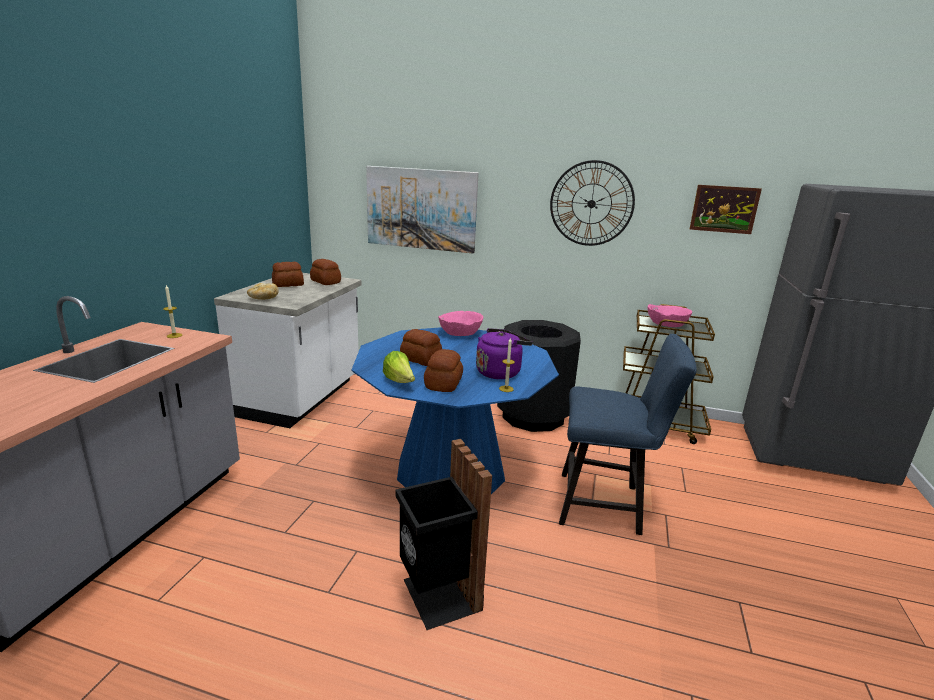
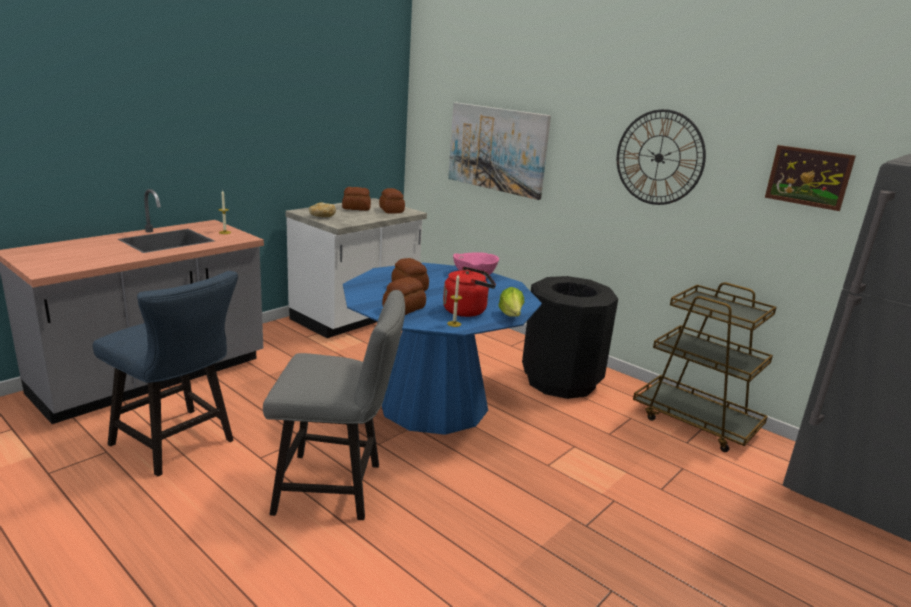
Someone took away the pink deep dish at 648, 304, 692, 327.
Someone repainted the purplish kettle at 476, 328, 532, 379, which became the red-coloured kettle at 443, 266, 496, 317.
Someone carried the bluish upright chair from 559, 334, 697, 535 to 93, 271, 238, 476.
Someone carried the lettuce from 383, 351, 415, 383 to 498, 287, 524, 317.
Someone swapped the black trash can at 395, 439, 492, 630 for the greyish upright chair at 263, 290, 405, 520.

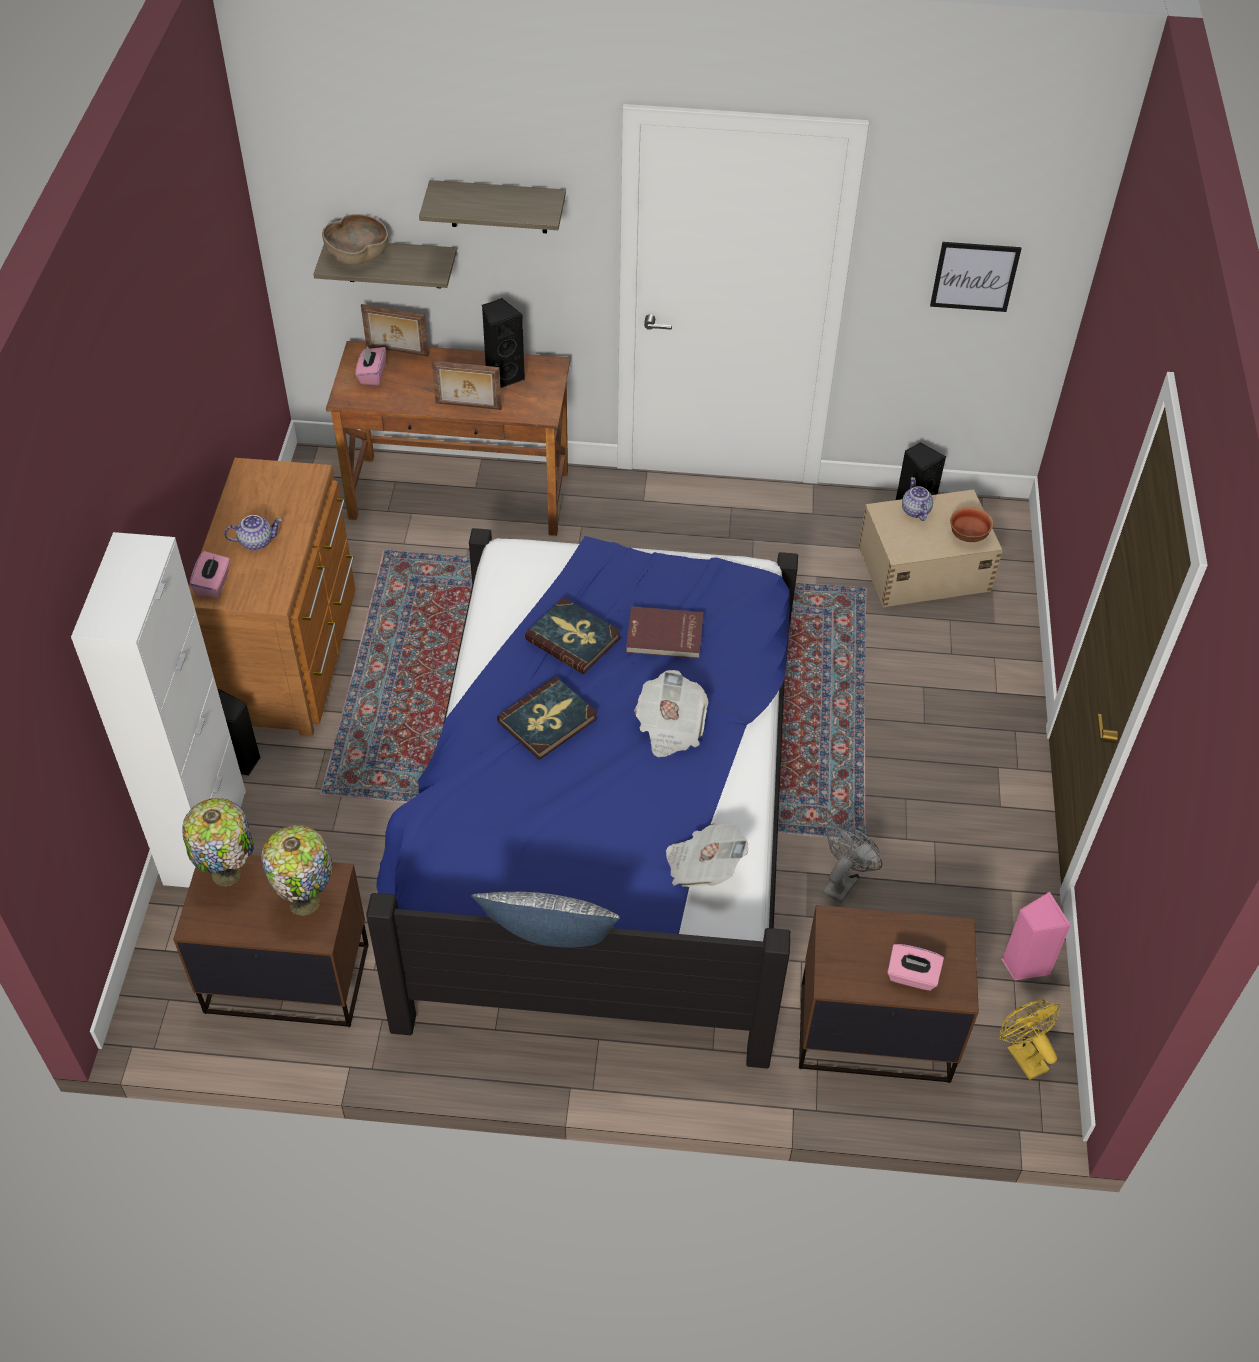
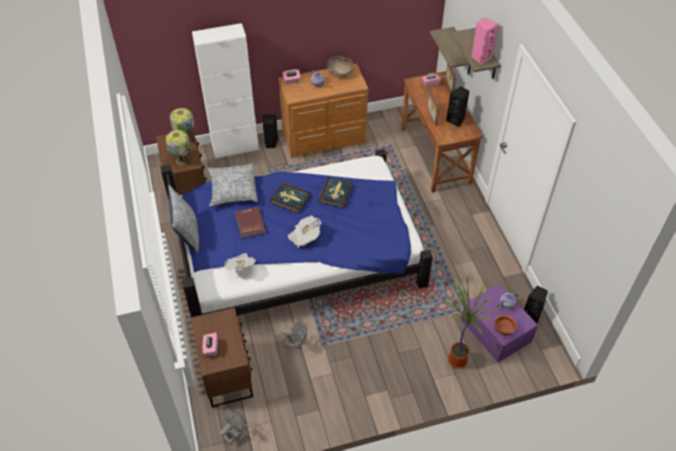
Someone carried the brown-coloured deep dish from 322, 214, 388, 265 to 327, 56, 353, 78.
Someone took away the picture at 930, 242, 1021, 312.
Someone repainted the sand-coloured storage container at 858, 489, 1003, 607, which became the purplish storage container at 461, 284, 538, 363.
Someone carried the red-coloured volume from 626, 606, 703, 658 to 235, 207, 266, 238.
Someone carried the pink loudspeaker from 1002, 892, 1071, 980 to 471, 18, 499, 65.
Someone repainted the yellowish electric fan at 999, 1000, 1060, 1080, which became the greyish electric fan at 220, 409, 247, 444.
Someone put down the cushion at 208, 163, 258, 207.
Someone put down the houseplant at 445, 275, 502, 369.

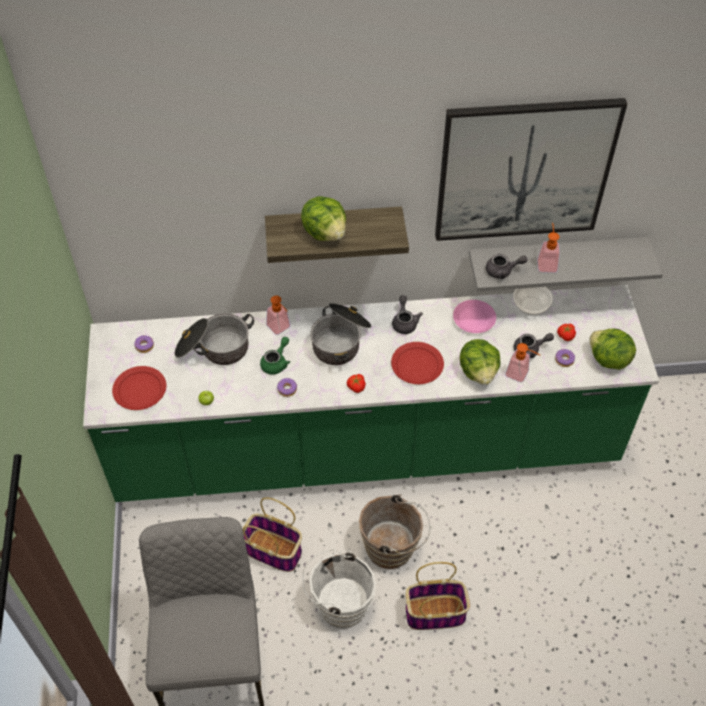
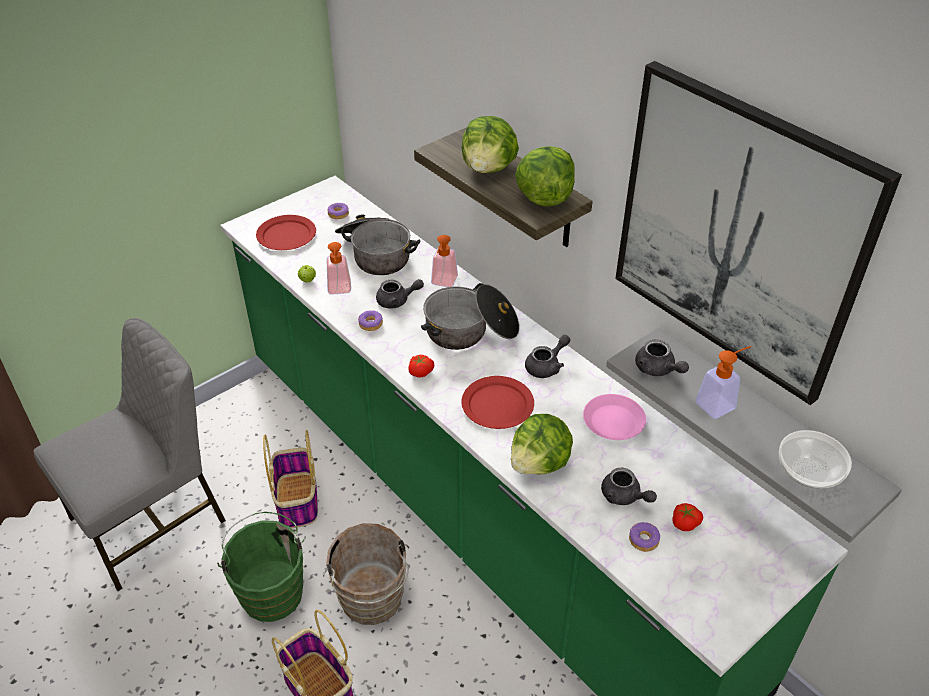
Someone carried the deep dish from 513, 287, 553, 315 to 779, 430, 852, 489.
Someone carried the lettuce from 589, 328, 636, 370 to 515, 146, 575, 206.
Someone repainted the green tea pot at 260, 337, 290, 375, which became the greyish tea pot at 376, 279, 424, 308.
Someone carried the liquid soap bottle from 505, 343, 540, 383 to 326, 242, 351, 295.
Someone repainted the white water bucket at 302, 549, 376, 629, which became the green water bucket at 217, 512, 306, 622.

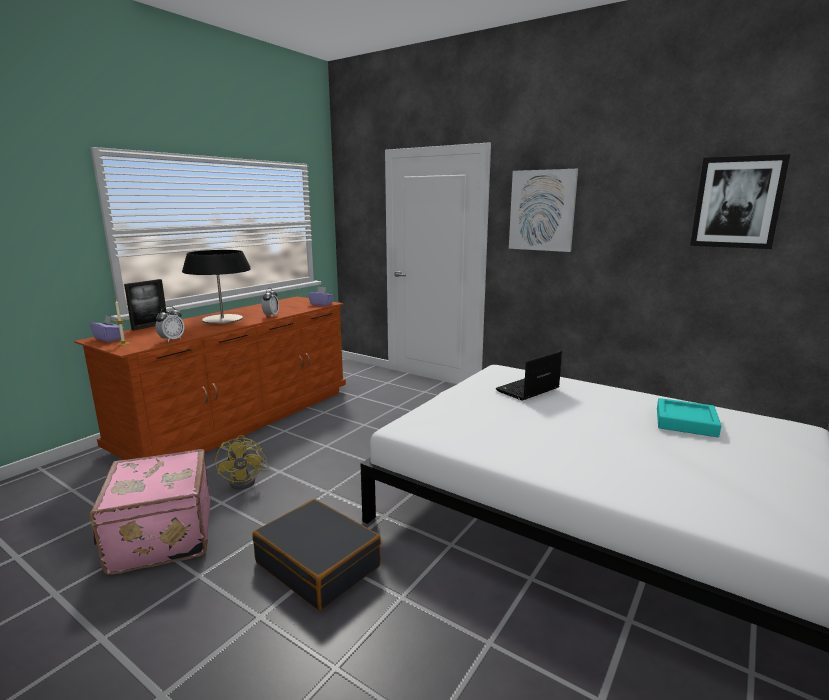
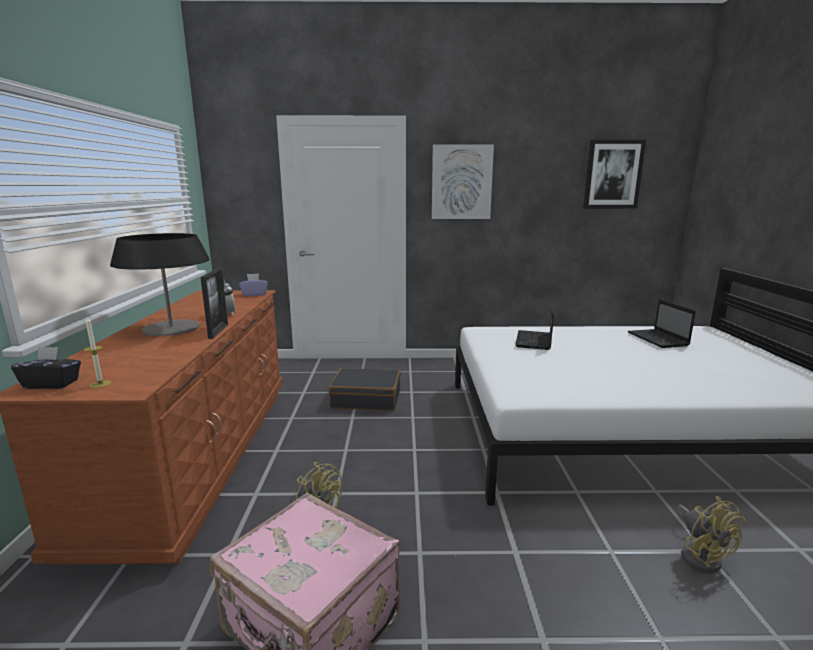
Someone carried the picture frame from 124, 279, 167, 331 to 200, 268, 228, 339.
Someone took away the table clock at 155, 306, 184, 342.
Someone repainted the purplish tissue holder at 90, 316, 124, 342, which became the black tissue holder at 11, 347, 81, 389.
Someone swapped the turquoise-coloured tray at 657, 398, 721, 437 for the portable computer at 628, 299, 696, 348.
Someone carried the black travel case from 252, 499, 381, 610 to 329, 368, 401, 410.
Someone put down the yellowish electric fan at 678, 496, 745, 573.

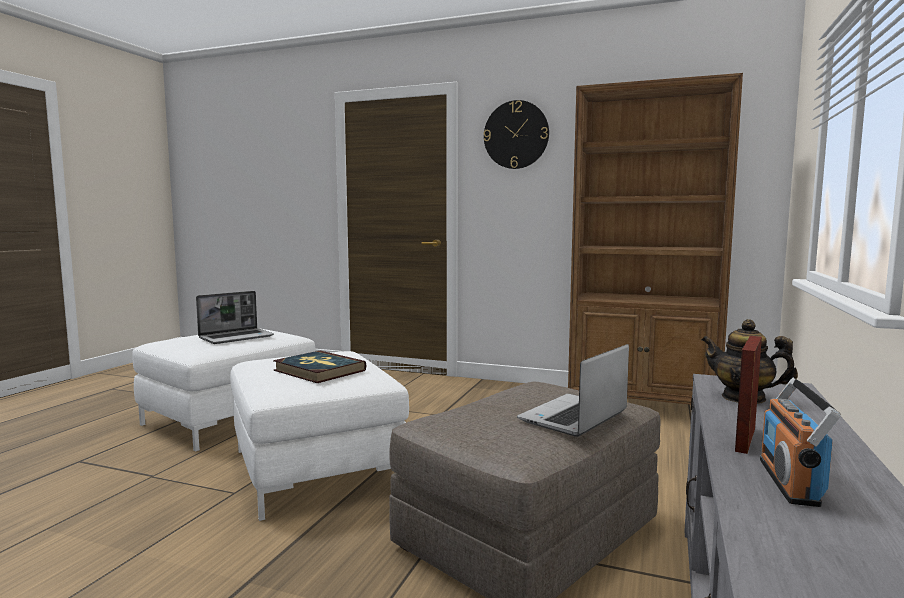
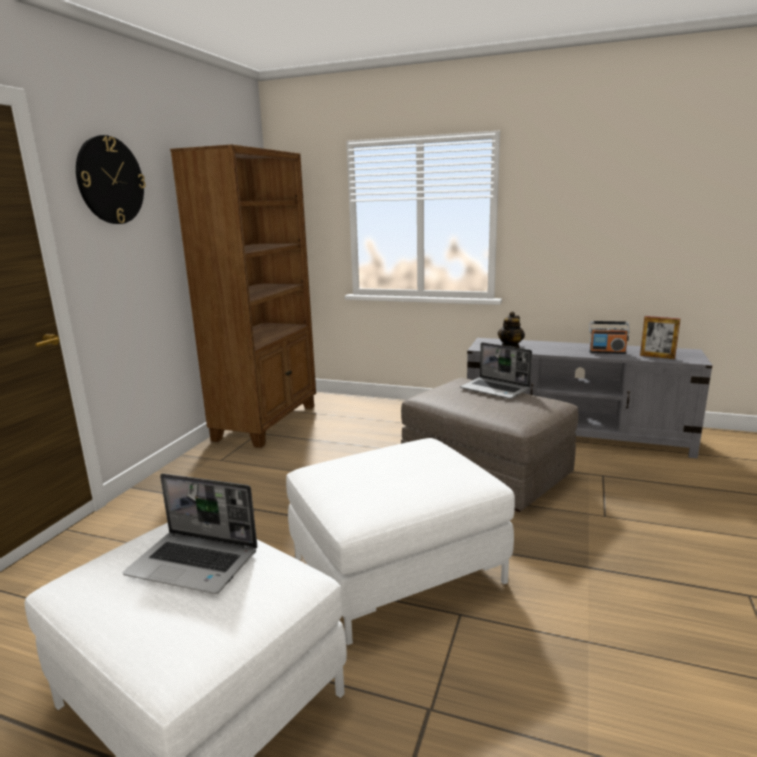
Someone rotated the portable computer at 196, 291, 274, 344 by 150 degrees clockwise.
Someone carried the picture frame from 735, 336, 762, 454 to 640, 316, 680, 359.
Someone took away the volume at 273, 351, 366, 383.

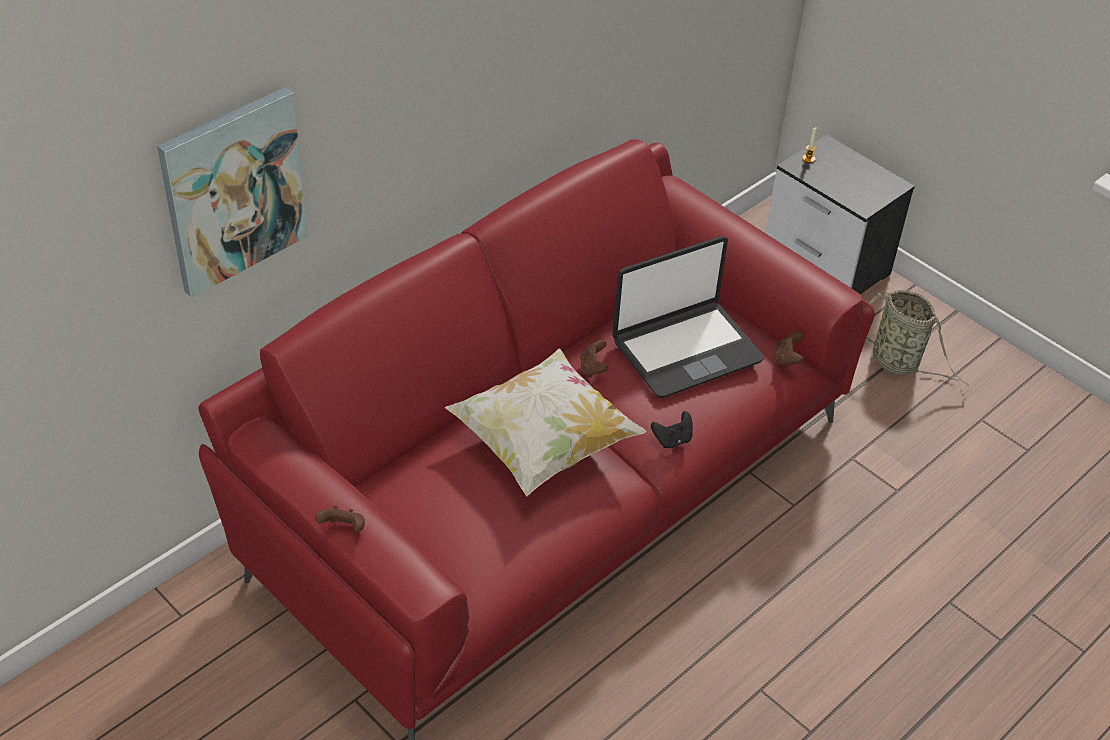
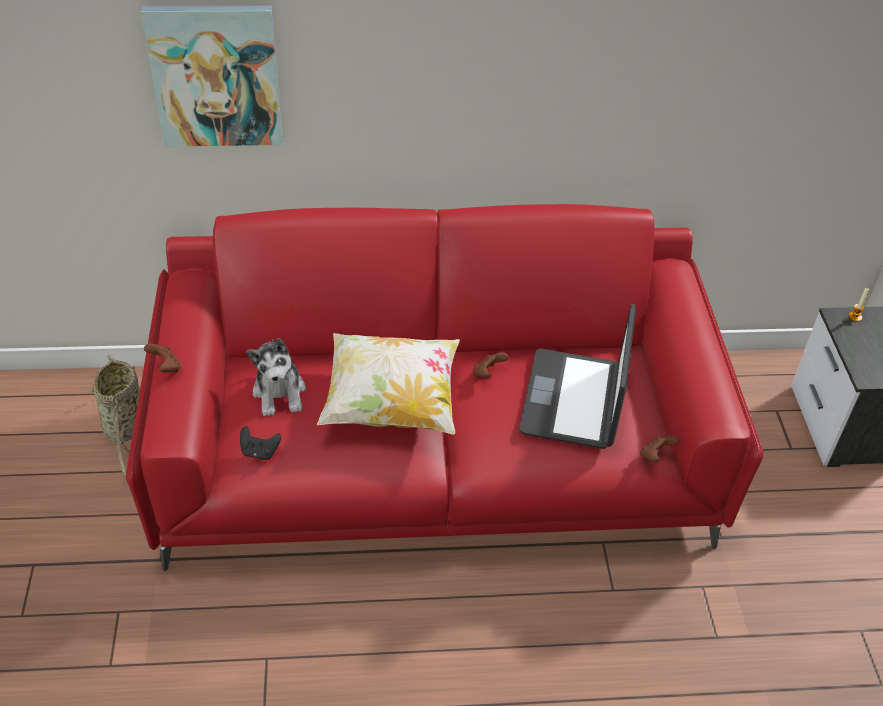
Someone rotated the portable computer at 612, 236, 764, 398 by 90 degrees clockwise.
Someone carried the household basket from 866, 290, 969, 386 to 88, 355, 140, 477.
Someone carried the black gamepad from 651, 411, 693, 448 to 240, 426, 281, 460.
Someone put down the cuddly toy at 246, 338, 306, 417.

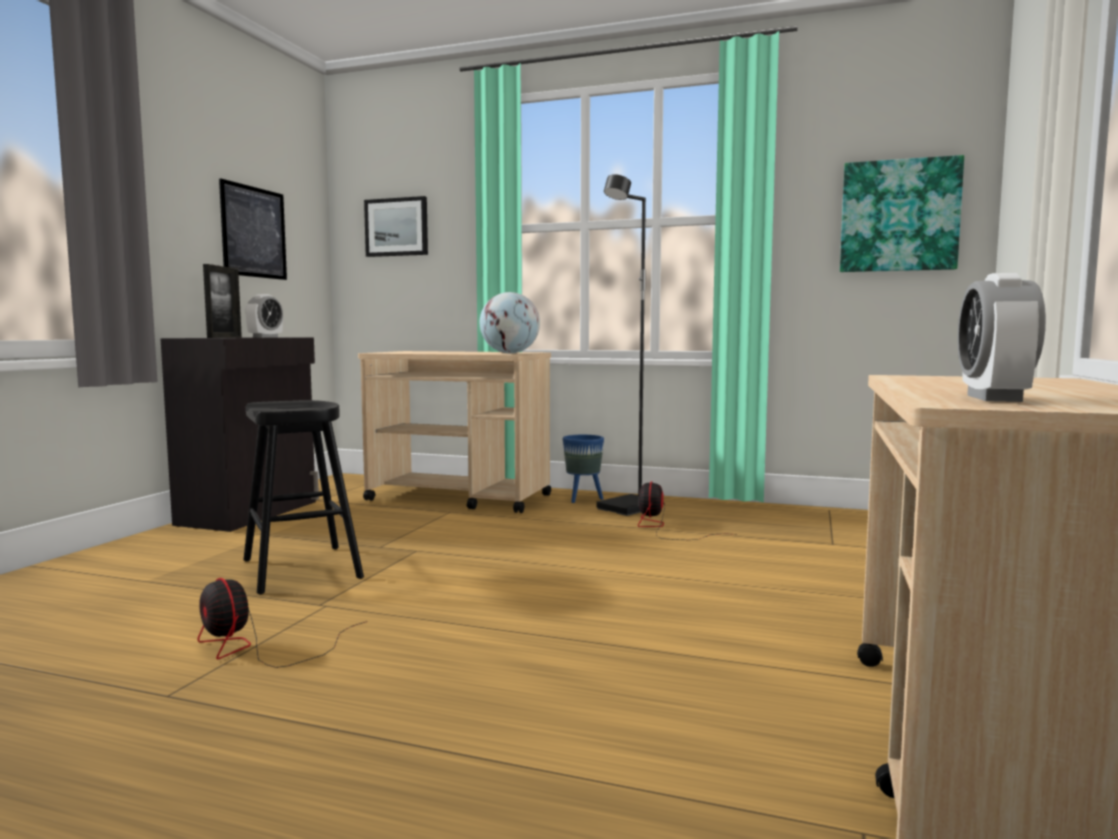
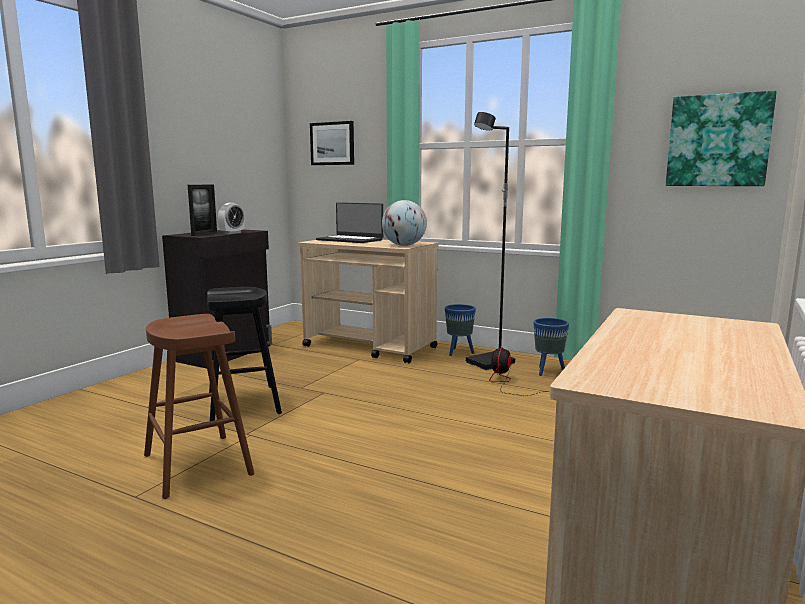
Someone took away the picture at 219, 179, 287, 280.
Someone took away the table clock at 958, 273, 1046, 402.
Someone swapped the electric fan at 198, 578, 367, 668 for the brown-coloured stool seat at 144, 314, 254, 499.
Someone put down the portable computer at 316, 202, 383, 243.
Someone put down the bluish plant pot at 533, 318, 569, 376.

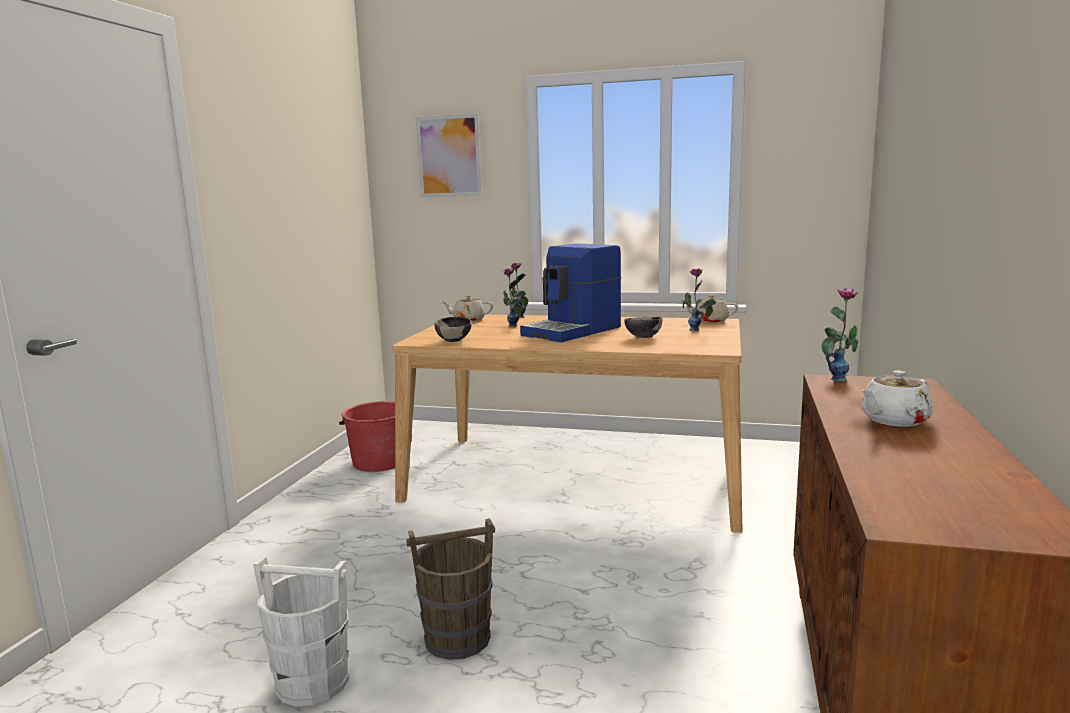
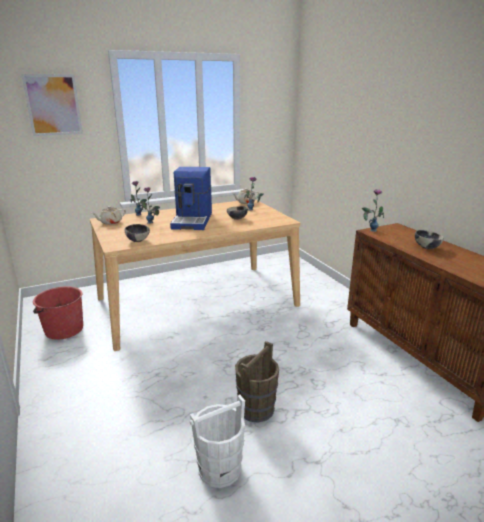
Someone swapped the white tea pot at 861, 371, 933, 427 for the deep dish at 415, 230, 444, 249.

